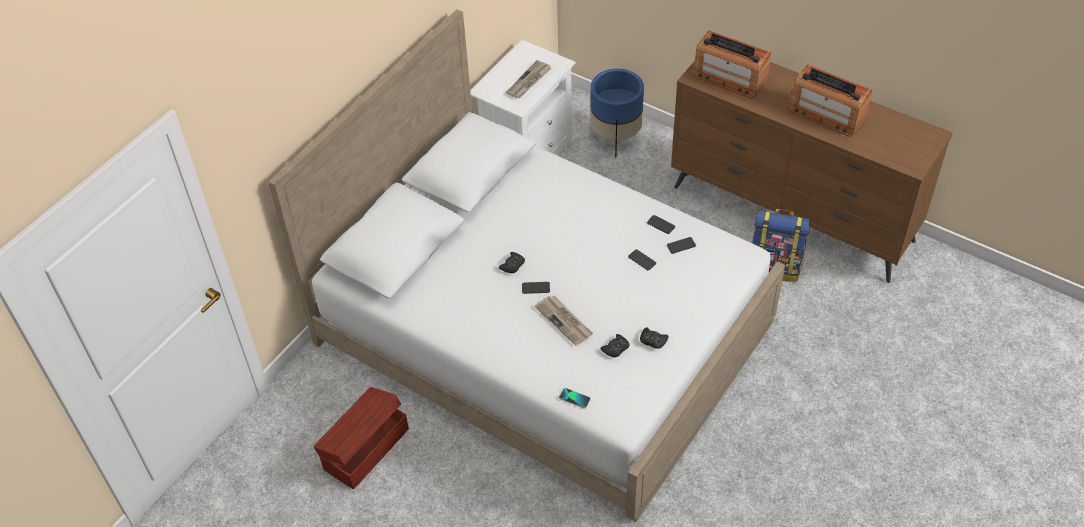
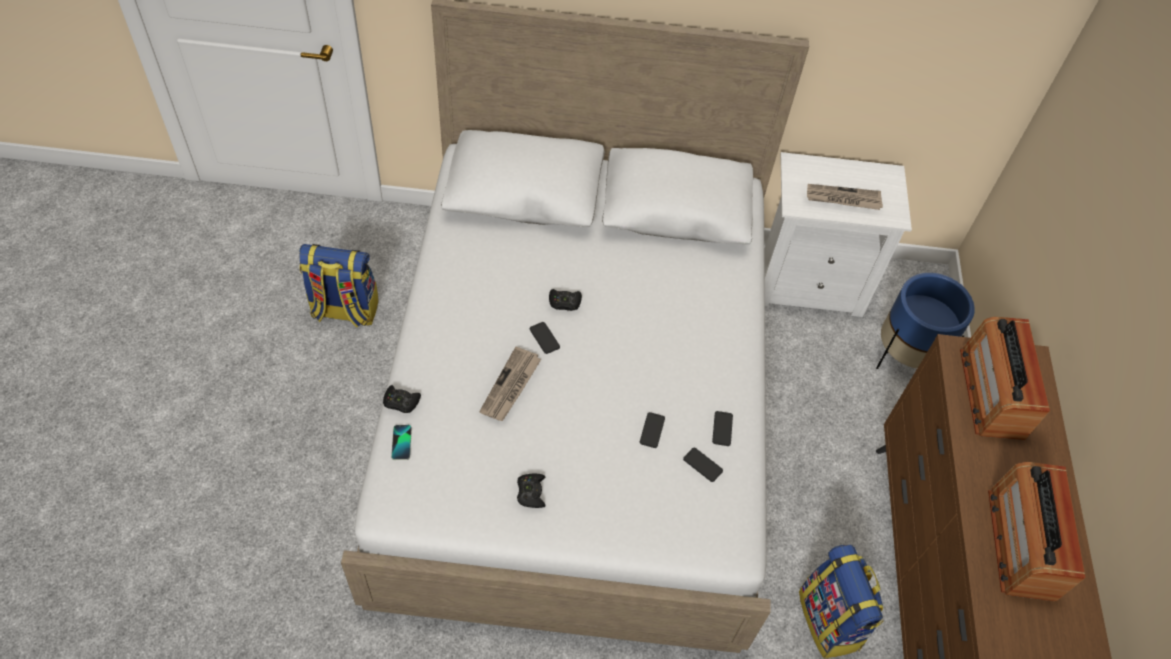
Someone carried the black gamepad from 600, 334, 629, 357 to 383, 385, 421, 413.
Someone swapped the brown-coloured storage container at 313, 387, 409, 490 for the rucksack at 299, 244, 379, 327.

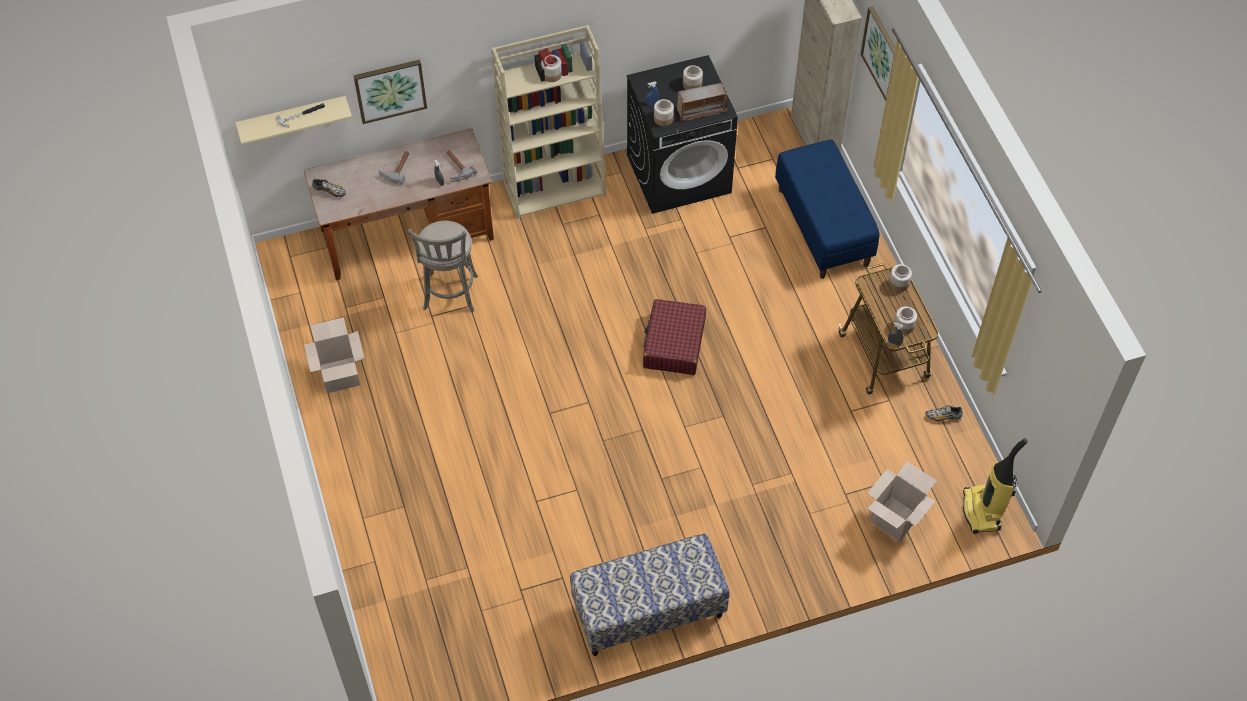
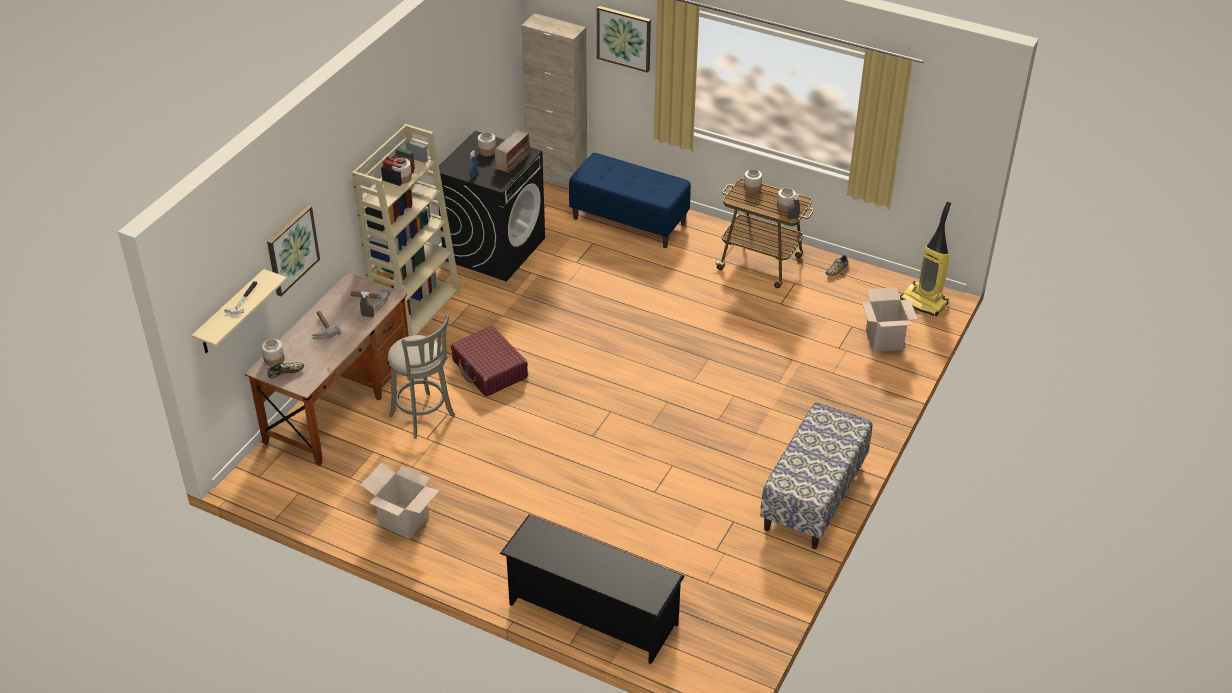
Someone carried the storage jar from 654, 99, 674, 126 to 262, 339, 285, 366.
Someone carried the red-coloured travel case from 643, 299, 706, 375 to 451, 326, 528, 397.
Someone put down the black shoe shelf at 500, 515, 685, 664.

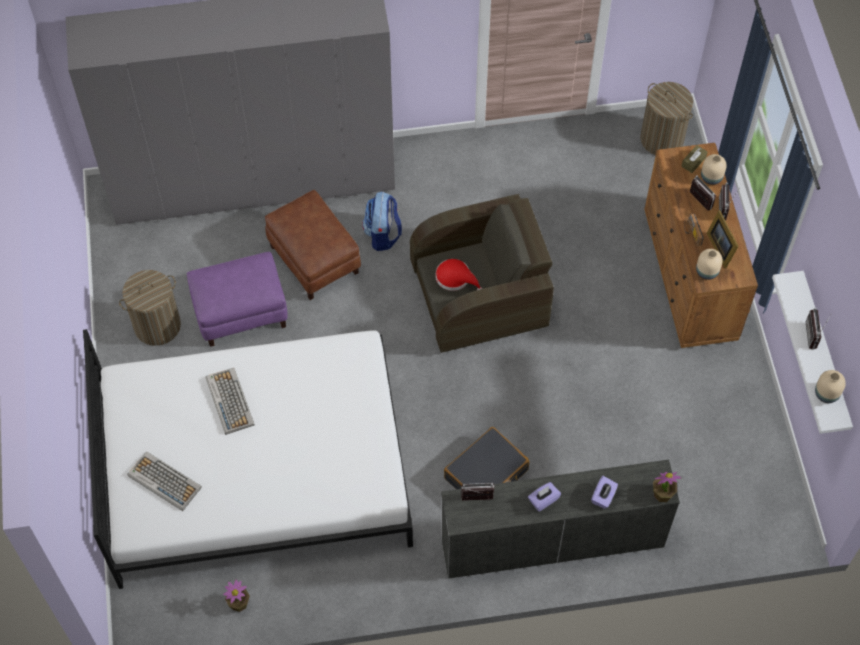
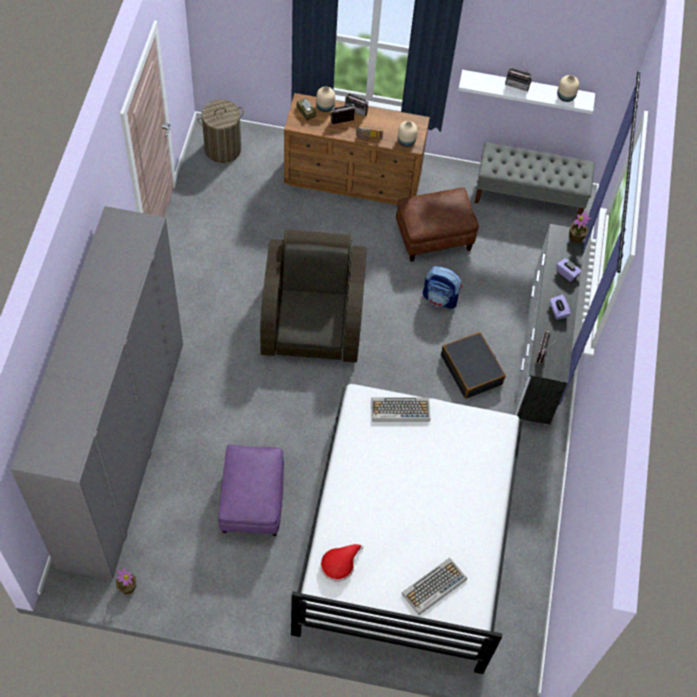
Someone carried the brown-coloured footrest from 265, 190, 361, 300 to 396, 188, 479, 262.
Someone carried the rucksack from 362, 192, 402, 251 to 423, 266, 462, 309.
Someone took away the picture frame at 707, 210, 739, 269.
Someone carried the red-coloured clothing hat from 436, 259, 482, 291 to 321, 544, 364, 582.
Someone took away the hamper at 119, 270, 181, 346.
Someone carried the PC keyboard from 205, 368, 255, 435 to 372, 397, 430, 422.
Someone carried the houseplant from 223, 579, 250, 612 to 116, 568, 136, 595.
Someone put down the greyish long seat at 474, 142, 595, 219.

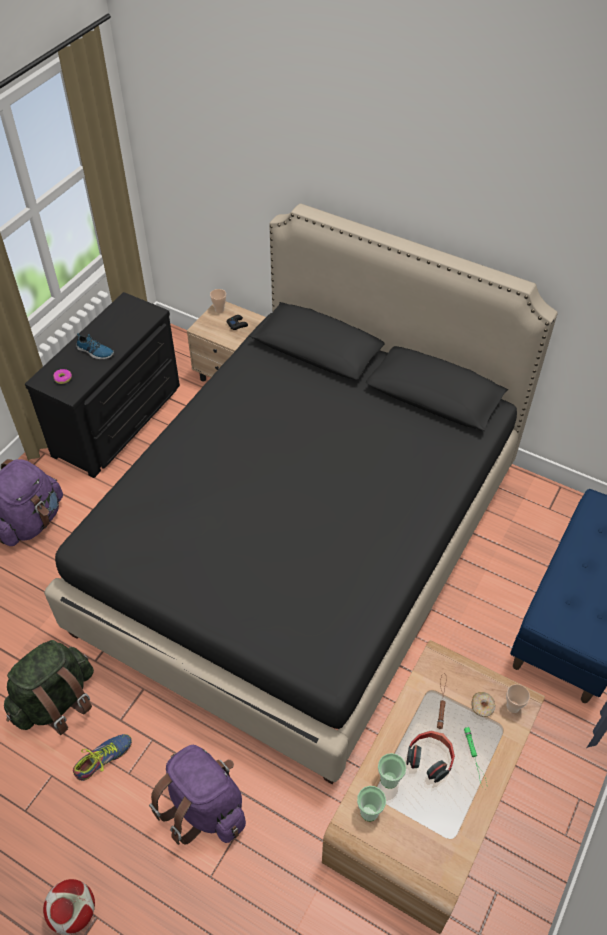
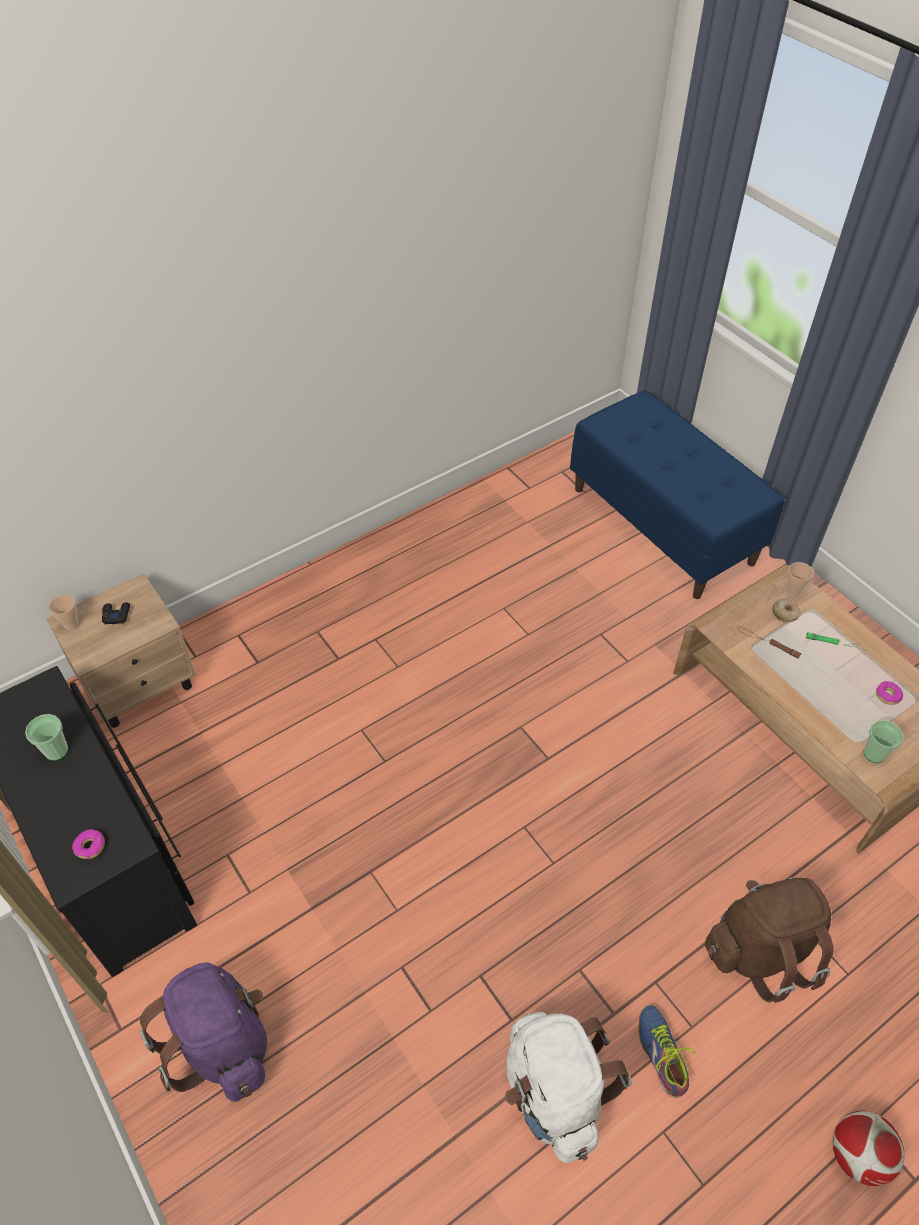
Someone took away the black bed at 44, 204, 557, 784.
Someone took away the low shoe at 77, 333, 114, 359.
Someone repainted the green rucksack at 4, 640, 94, 735, which became the white rucksack at 505, 1012, 632, 1163.
Someone took away the headphones at 406, 730, 455, 783.
Someone repainted the purplish rucksack at 149, 745, 246, 845, which became the brown-coloured rucksack at 705, 878, 834, 1003.
Someone carried the cup from 378, 753, 406, 789 to 25, 714, 68, 761.
Someone put down the ring doughnut at 876, 681, 903, 705.

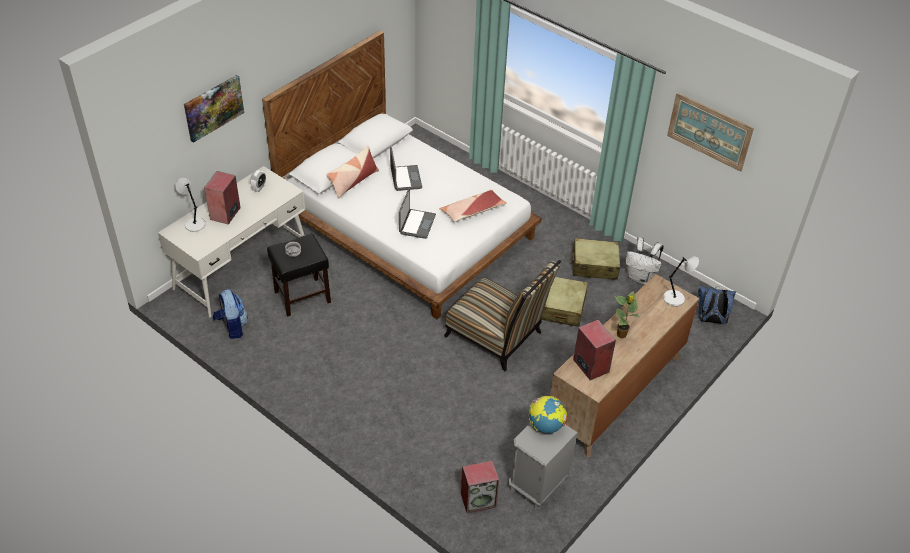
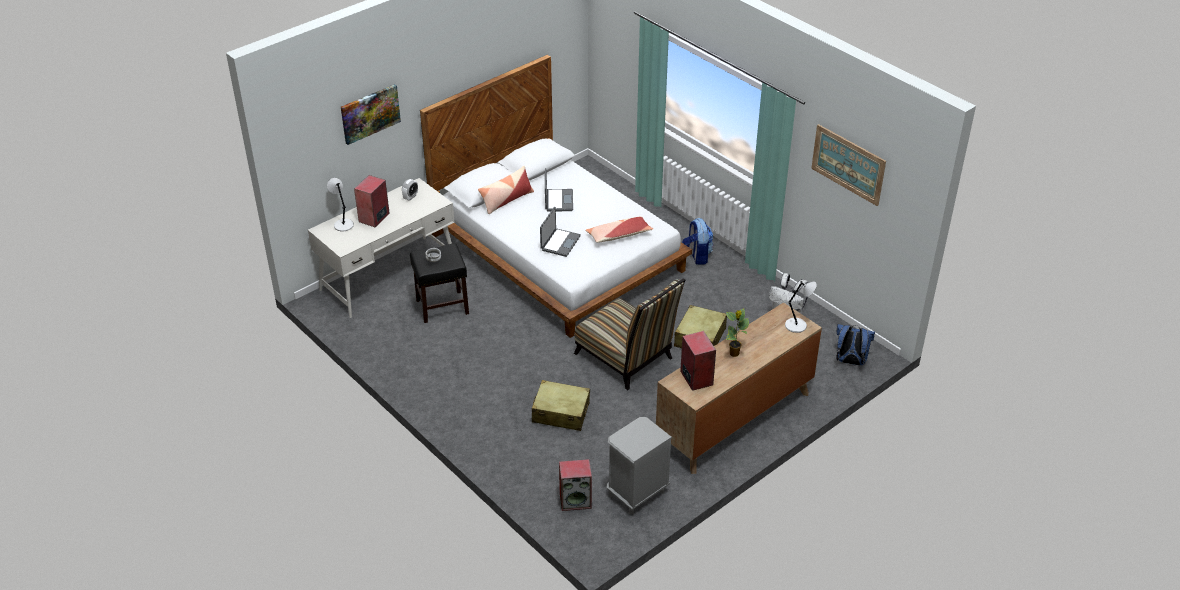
Someone carried the sand-coloured travel case from 570, 238, 620, 280 to 532, 380, 590, 431.
Someone carried the rucksack from 213, 289, 248, 339 to 682, 218, 713, 265.
Someone took away the globe at 529, 396, 567, 434.

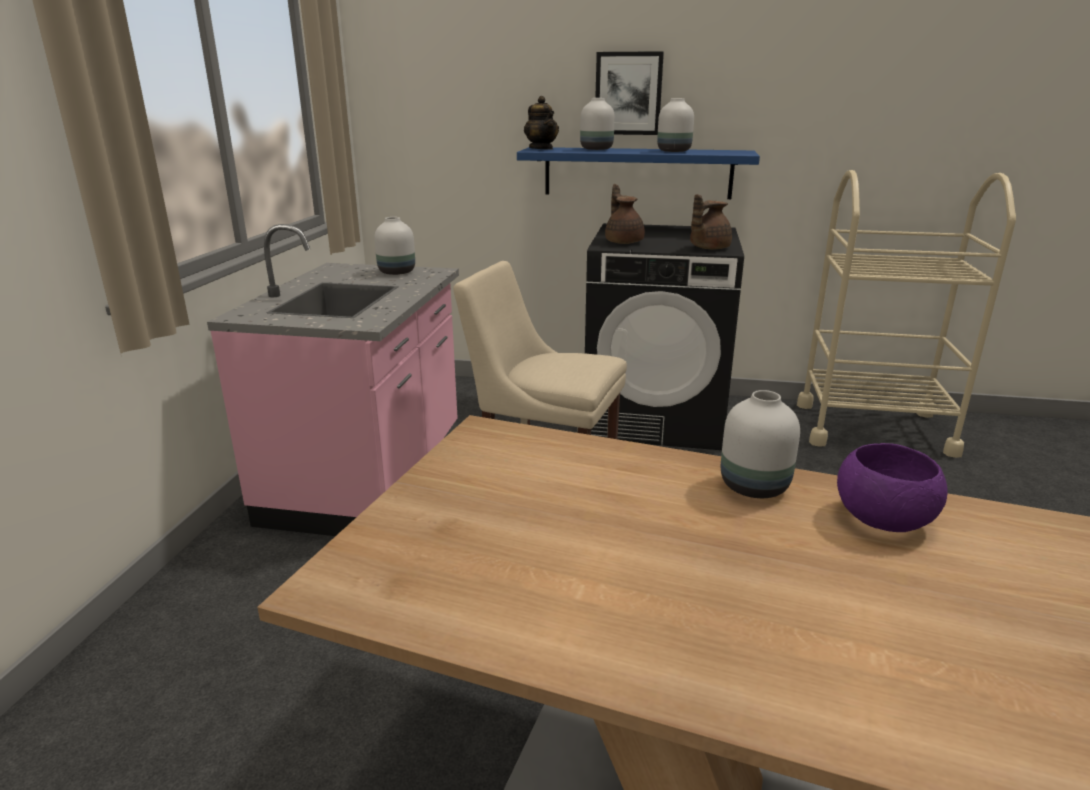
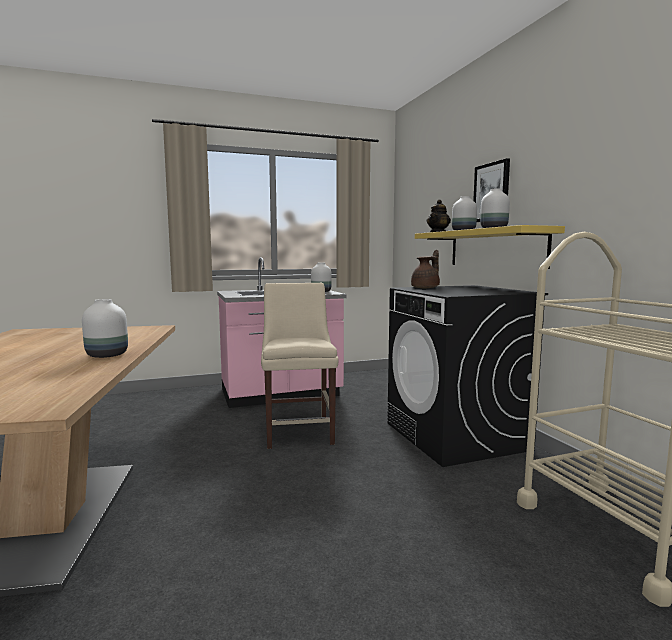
Someone repainted the bluish bracket shelf at 517, 147, 760, 199, which became the yellowish bracket shelf at 415, 225, 565, 269.
Someone took away the brown-coloured tea pot at 690, 194, 732, 250.
Someone took away the purplish deep dish at 837, 443, 947, 532.

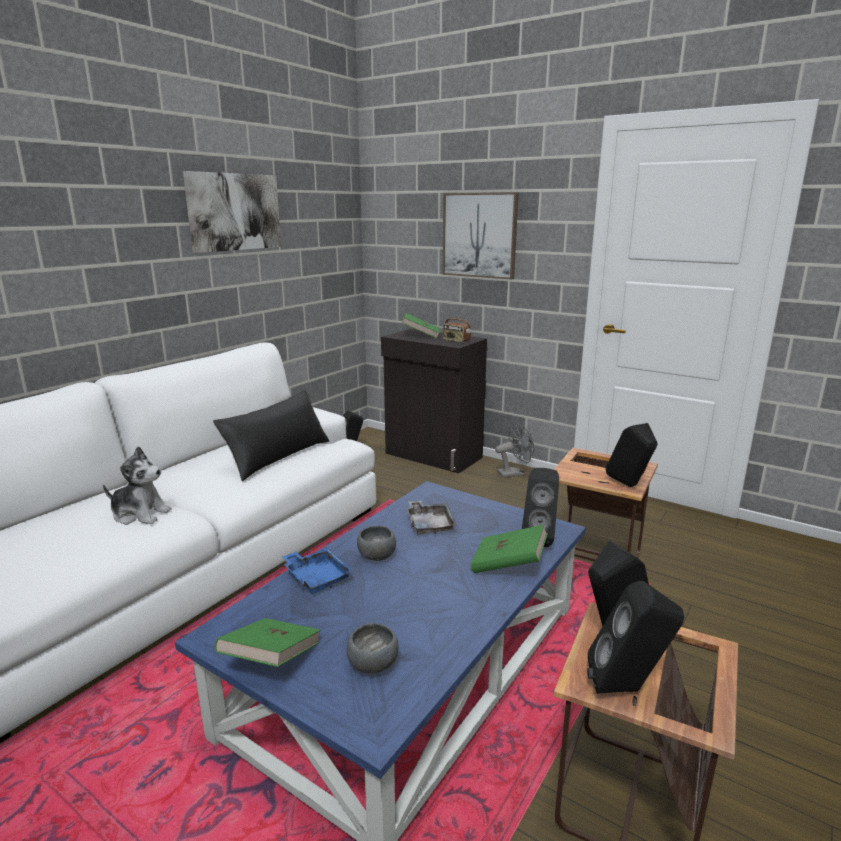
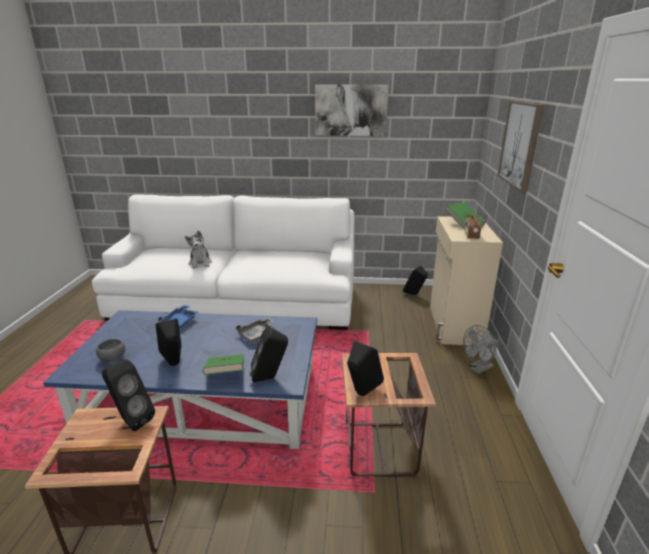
Someone repainted the black storage cabinet at 381, 329, 487, 474, which became the sand-coloured storage cabinet at 430, 216, 503, 345.
Someone took away the black cushion at 213, 389, 329, 481.
Someone rotated the greyish electric fan at 495, 423, 534, 478 by 105 degrees clockwise.
Someone took away the greyish deep dish at 357, 526, 396, 561.
Someone carried the black loudspeaker from 587, 581, 684, 694 to 156, 319, 181, 366.
Someone took away the green volume at 215, 618, 321, 667.

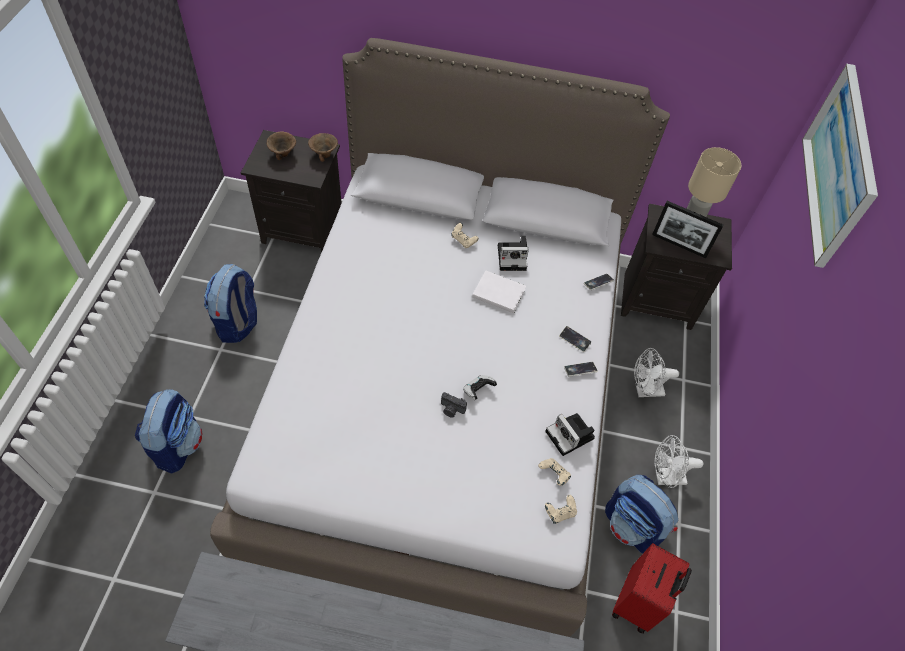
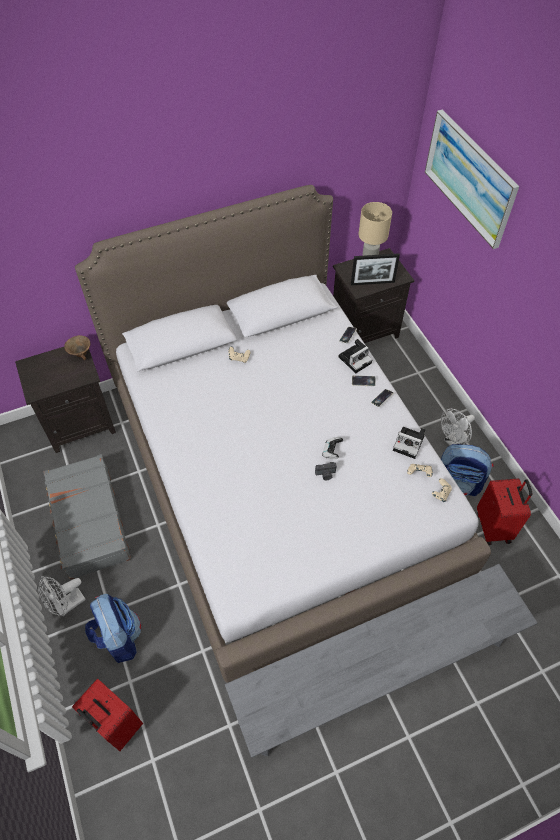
Someone took away the brown-coloured deep dish at 267, 131, 296, 160.
Someone carried the still camera from 498, 235, 529, 271 to 338, 339, 372, 373.
Someone swapped the rucksack at 204, 264, 257, 343 for the greyish travel case at 44, 454, 131, 580.
Someone took away the white volume at 472, 270, 526, 313.
Someone carried the white electric fan from 634, 348, 679, 397 to 38, 576, 86, 616.
Someone put down the red-coloured travel case at 72, 679, 143, 751.

